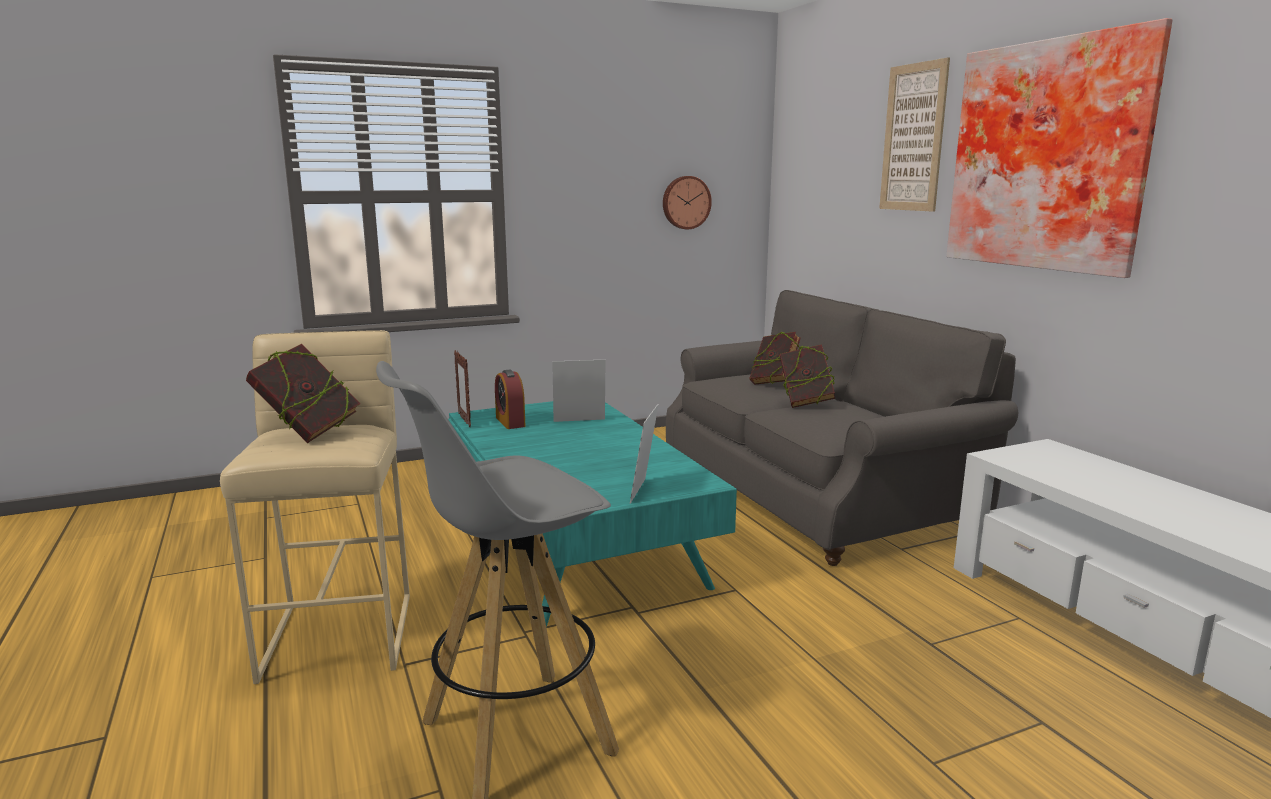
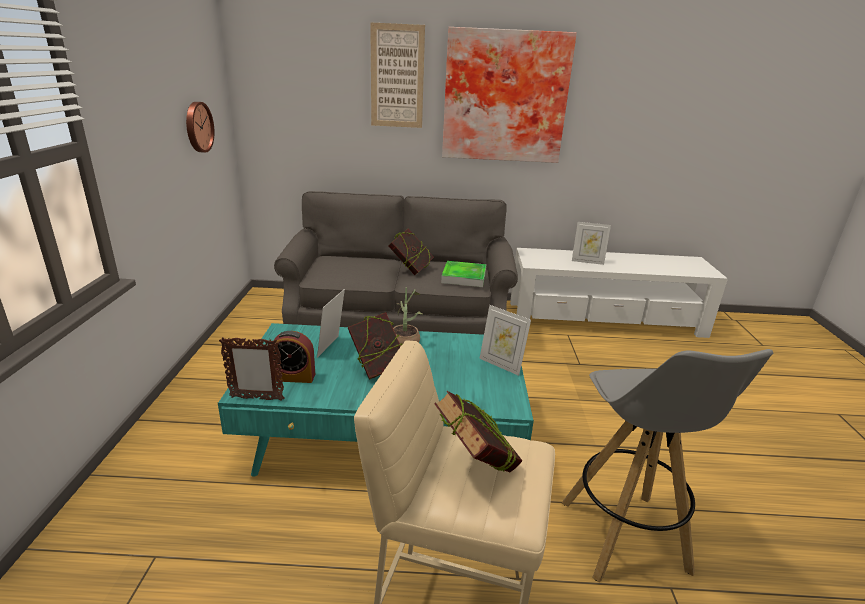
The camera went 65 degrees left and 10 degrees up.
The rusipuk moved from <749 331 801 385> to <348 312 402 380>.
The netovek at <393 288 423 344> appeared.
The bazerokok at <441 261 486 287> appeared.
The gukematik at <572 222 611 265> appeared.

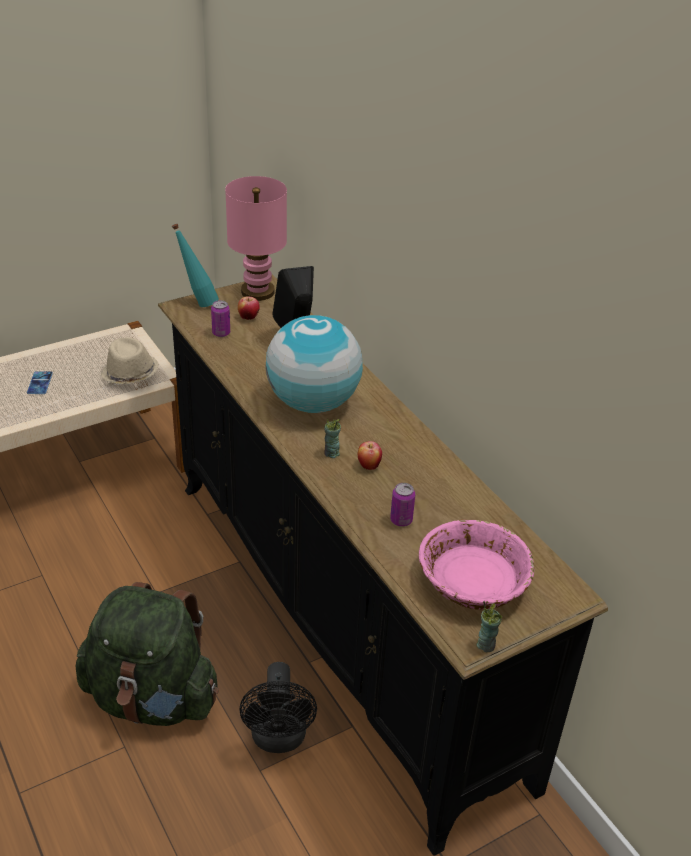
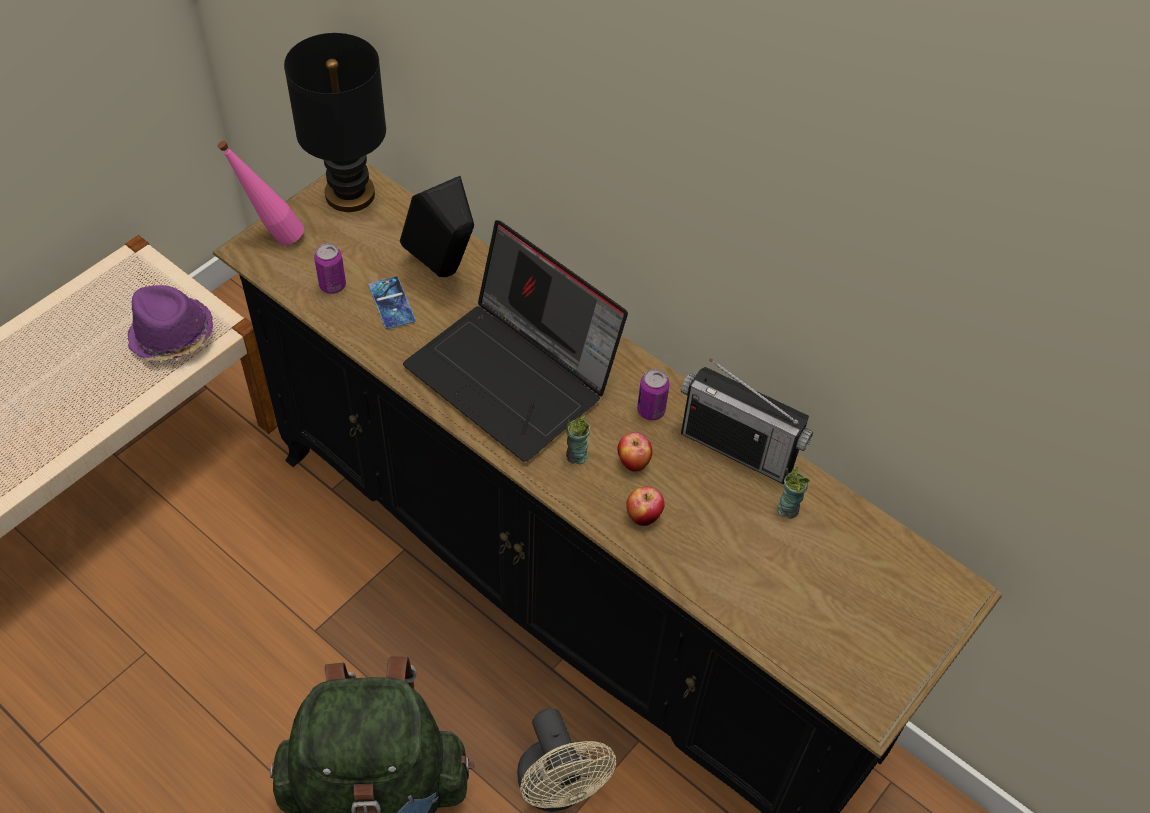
The camera went 20 degrees left and 15 degrees up.
The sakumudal moved from <27 371 53 394> to <369 276 415 329>.
The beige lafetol at <101 338 159 384> became the purple lafetol at <127 285 213 361>.
The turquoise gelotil at <172 224 219 307> became the pink gelotil at <217 141 304 245>.
The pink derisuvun at <225 176 287 301> became the black derisuvun at <284 33 386 212>.
The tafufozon moved from <238 296 260 320> to <626 486 665 526>.
The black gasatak at <239 662 317 753> became the beige gasatak at <517 708 616 812>.
The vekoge at <266 315 363 413> was replaced by the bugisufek at <403 220 628 462>.
The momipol moved from <390 483 415 527> to <637 369 669 420>.
The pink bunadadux at <419 519 535 610> disappeared.
The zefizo moved from <476 601 502 652> to <777 467 810 519>.
The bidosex at <681 358 813 484> appeared.

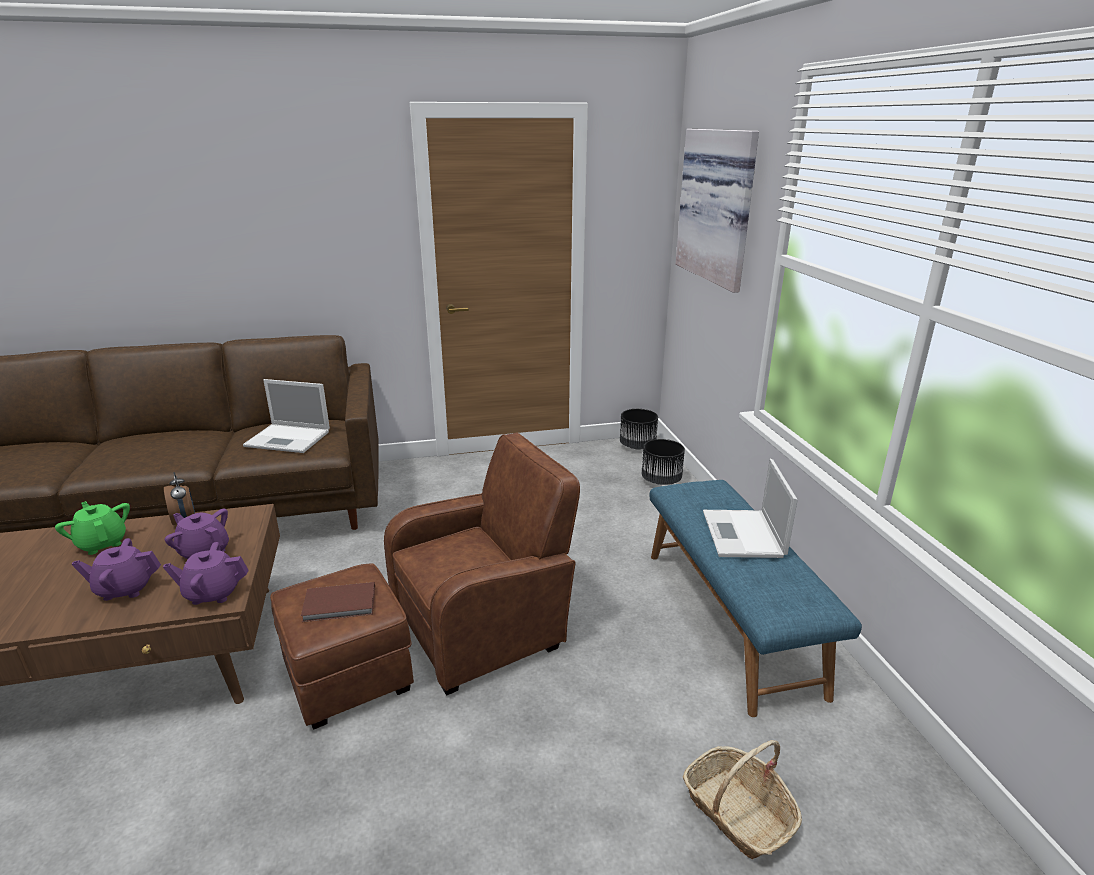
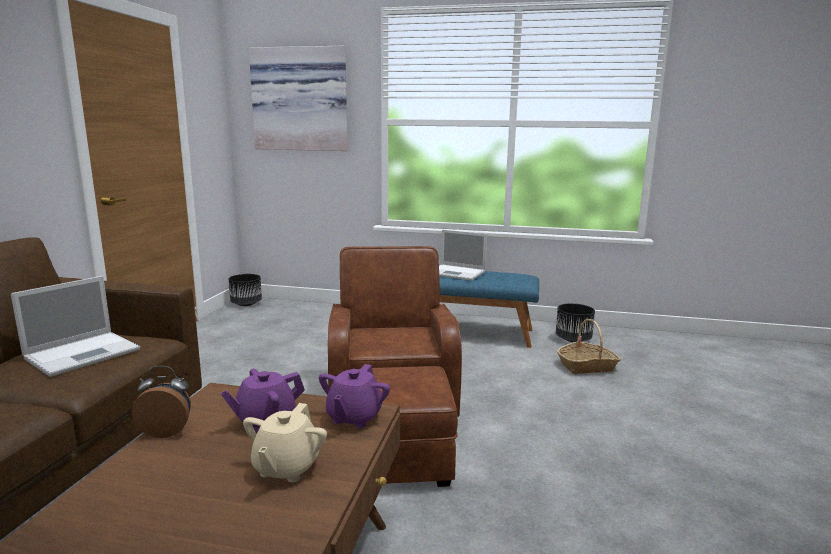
The camera went 65 degrees left and 10 degrees down.
The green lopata at <55 501 130 555> disappeared.
The purple lopata at <72 538 161 601> became the beige lopata at <243 403 327 482>.
The brown rusipuk at <301 582 375 622> disappeared.
The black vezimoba moved from <642 439 685 485> to <556 303 595 342>.

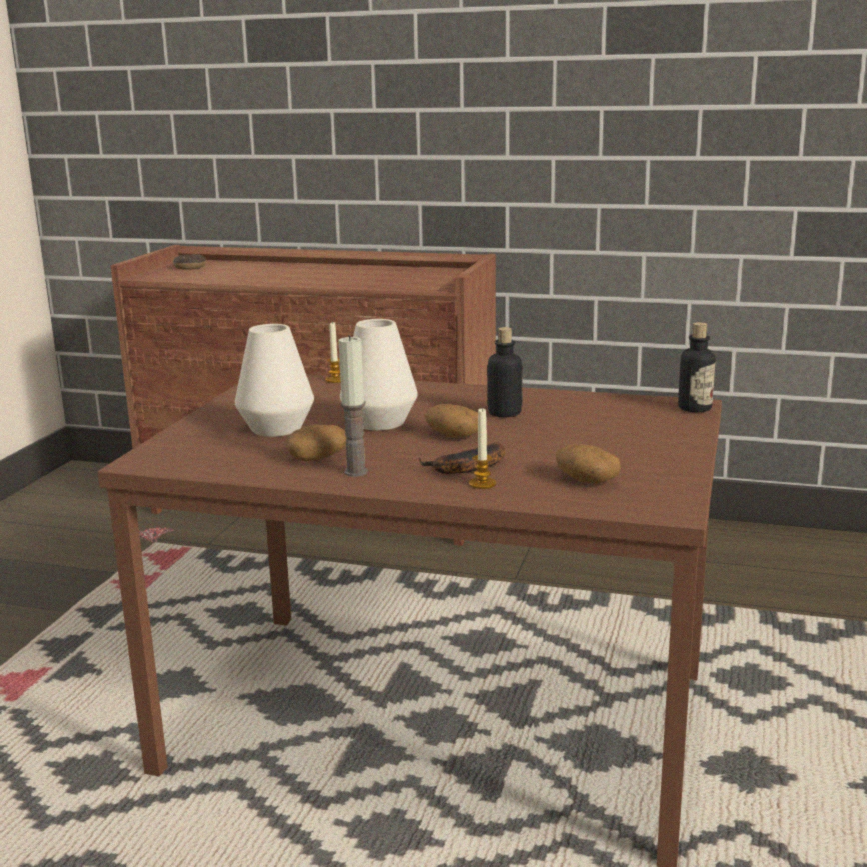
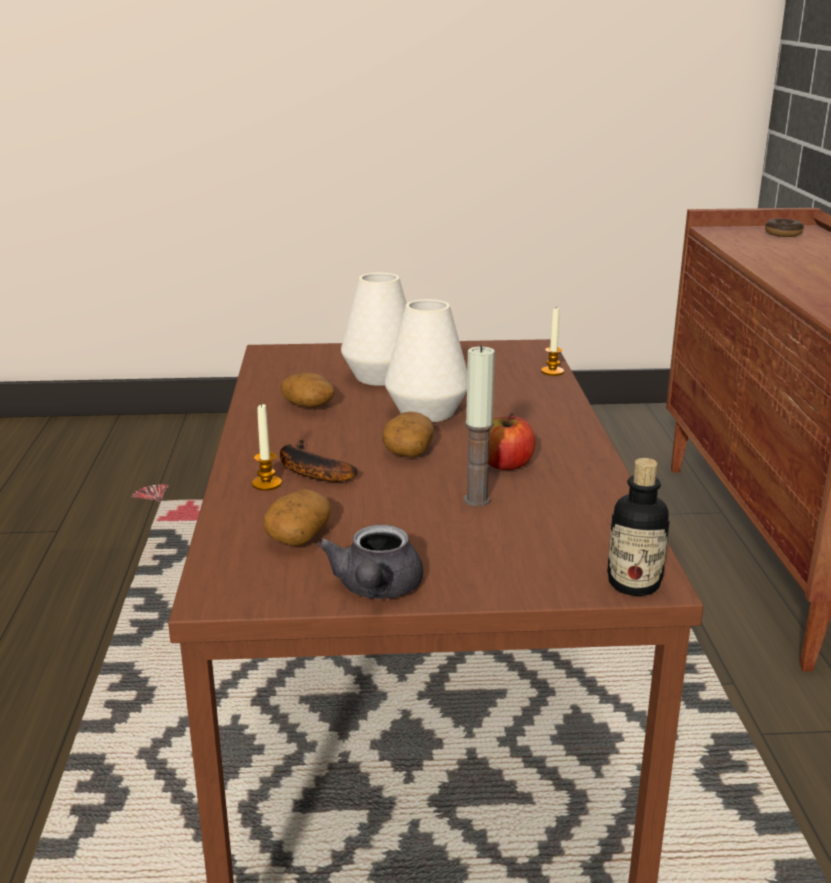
The camera went 70 degrees right and 5 degrees up.
The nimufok moved from <339 335 368 477> to <464 345 495 506>.
The gelotil at <487 327 523 417> was replaced by the tafufozon at <487 413 536 470>.
The grey lopata at <318 525 423 599> appeared.

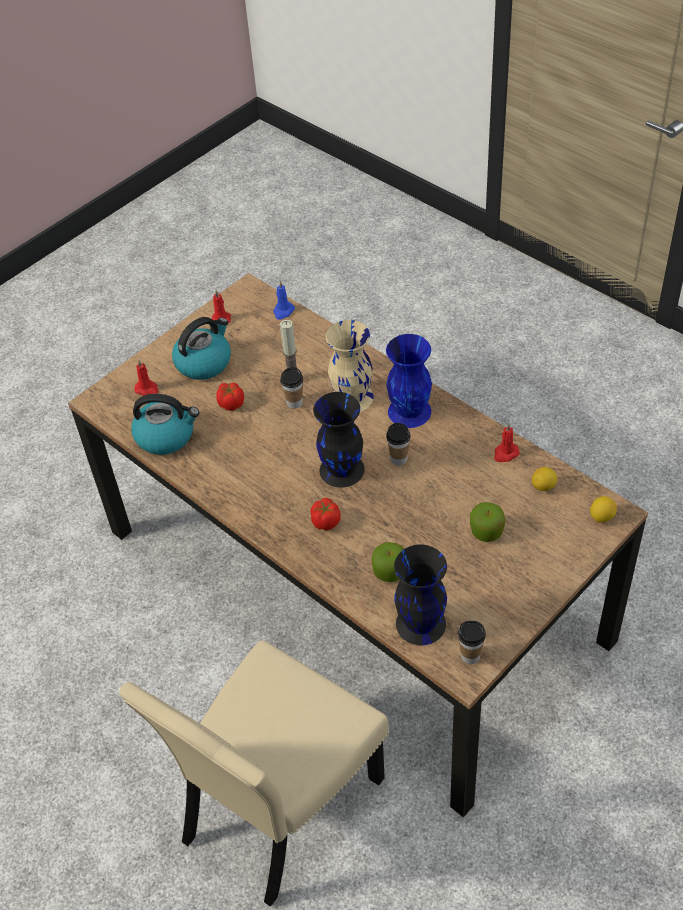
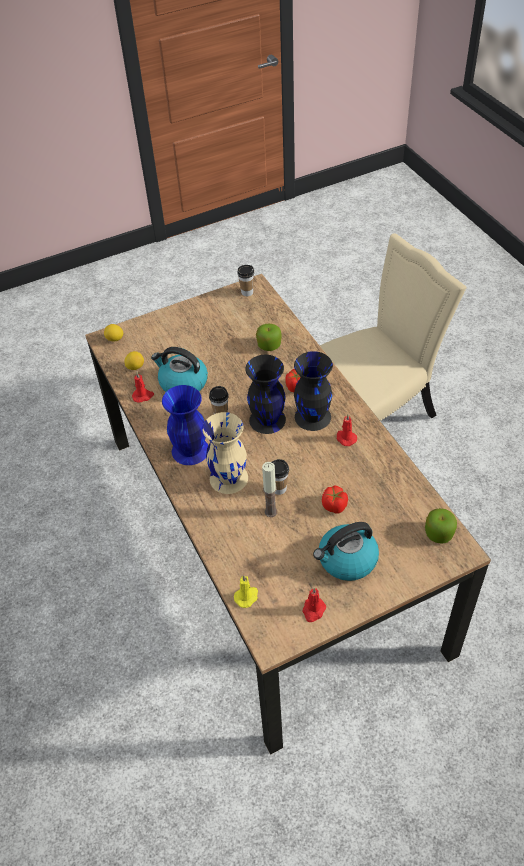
The camera went 160 degrees left and 0 degrees up.
The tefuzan moved from <131 394 199 455> to <151 347 208 392>.
The red nimufok moved from <134 360 158 396> to <336 414 357 446>.
The blue nimufok at <273 281 295 320> became the yellow nimufok at <234 575 258 608>.
The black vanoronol moved from <394 544 447 645> to <294 351 333 431>.
The tafufozon moved from <470 502 505 542> to <425 508 457 544>.

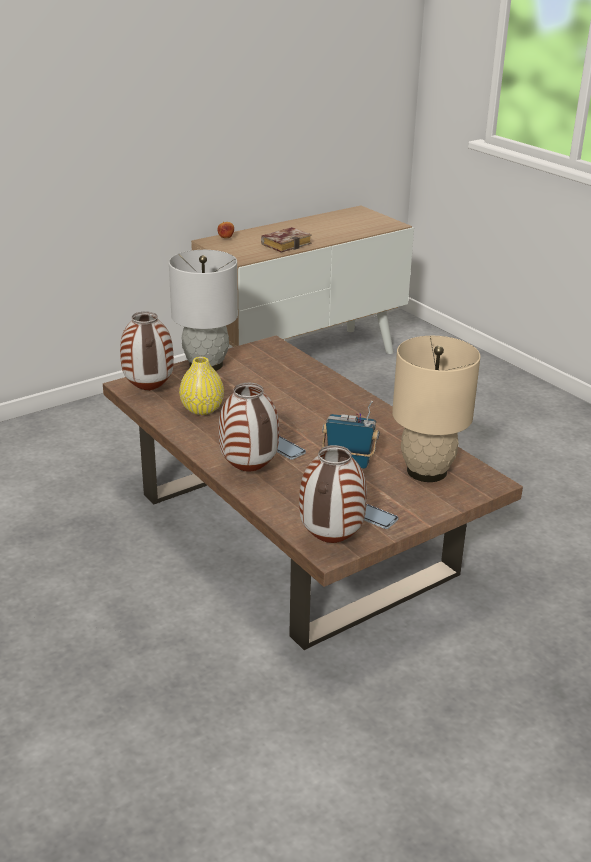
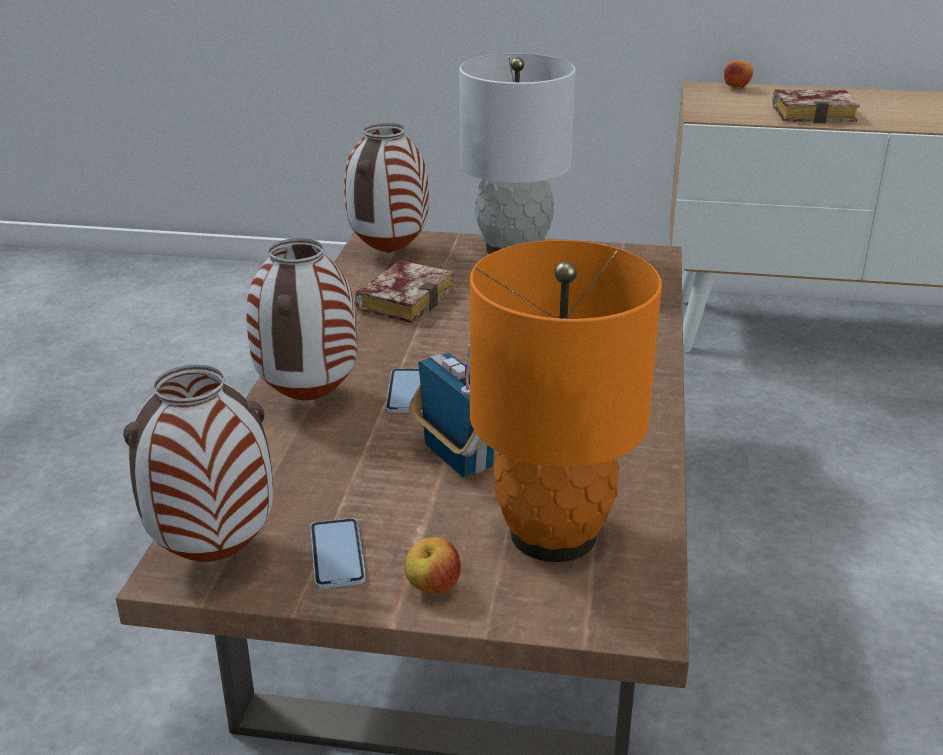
The camera went 45 degrees right and 0 degrees up.
The yellow vanoronol at <179 357 224 415> was replaced by the rusipuk at <355 260 453 323>.
The beige derisuvun at <392 336 480 482> became the orange derisuvun at <470 240 662 562>.
The tafufozon at <404 537 461 594> appeared.

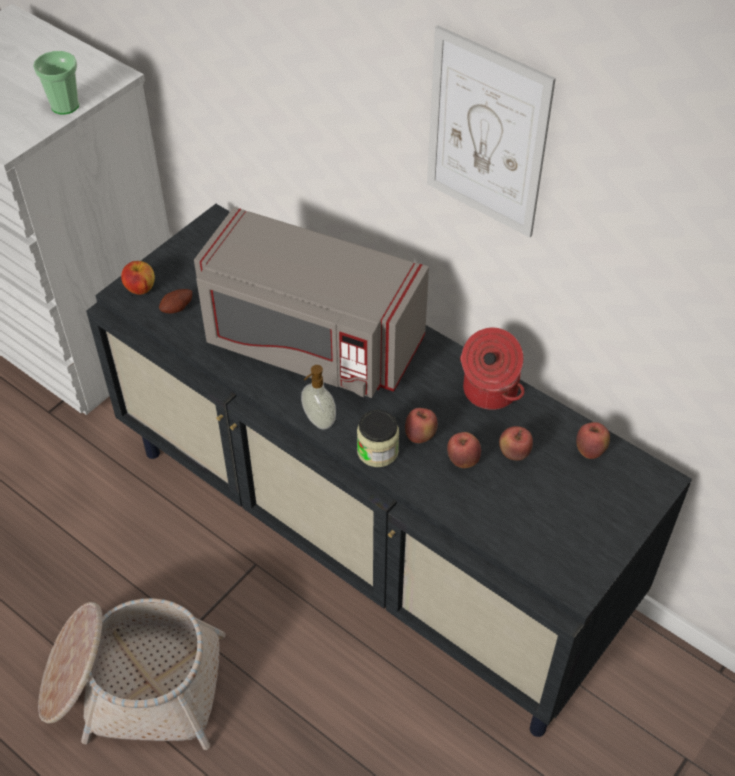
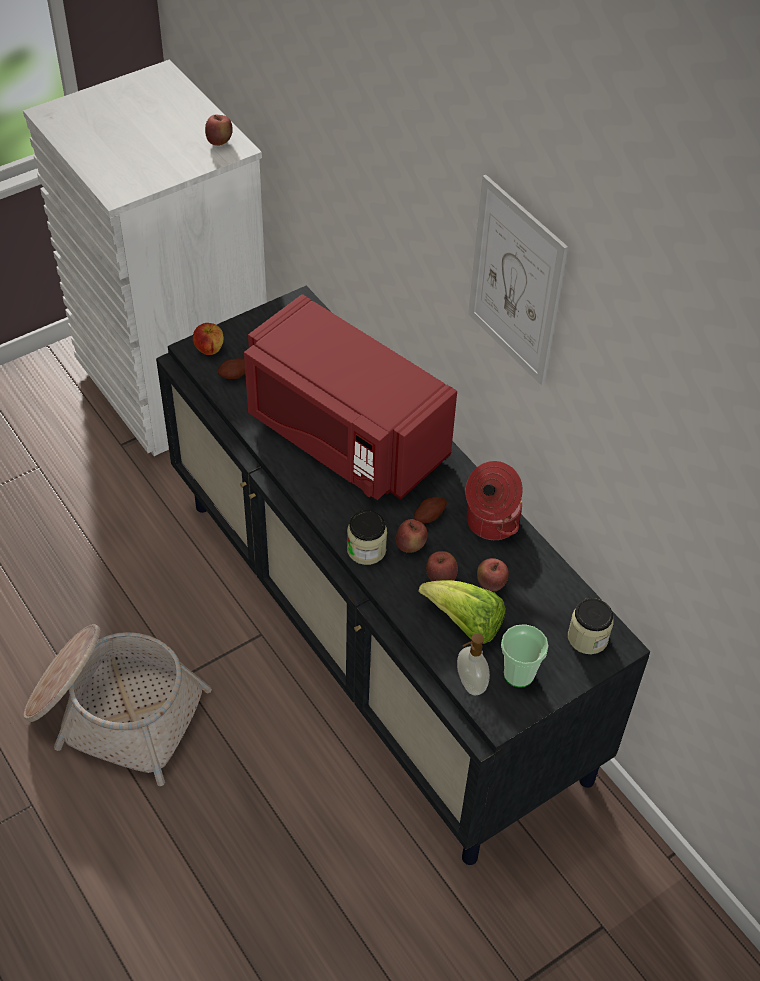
The camera went 15 degrees right and 0 degrees up.
The zefizo moved from <33 51 79 114> to <501 624 549 688>.
The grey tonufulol at <194 207 429 398> became the red tonufulol at <244 294 457 500>.
The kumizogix moved from <301 365 336 430> to <457 633 490 695>.
The tafufozon moved from <576 422 610 459> to <205 115 233 146>.
The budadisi at <414 497 447 523> appeared.
The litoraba at <419 580 505 644> appeared.
The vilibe at <568 598 614 654> appeared.

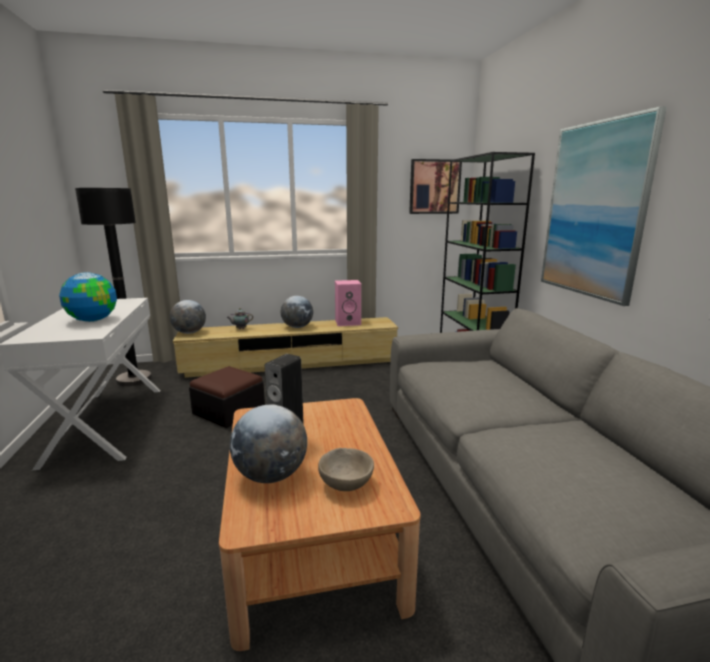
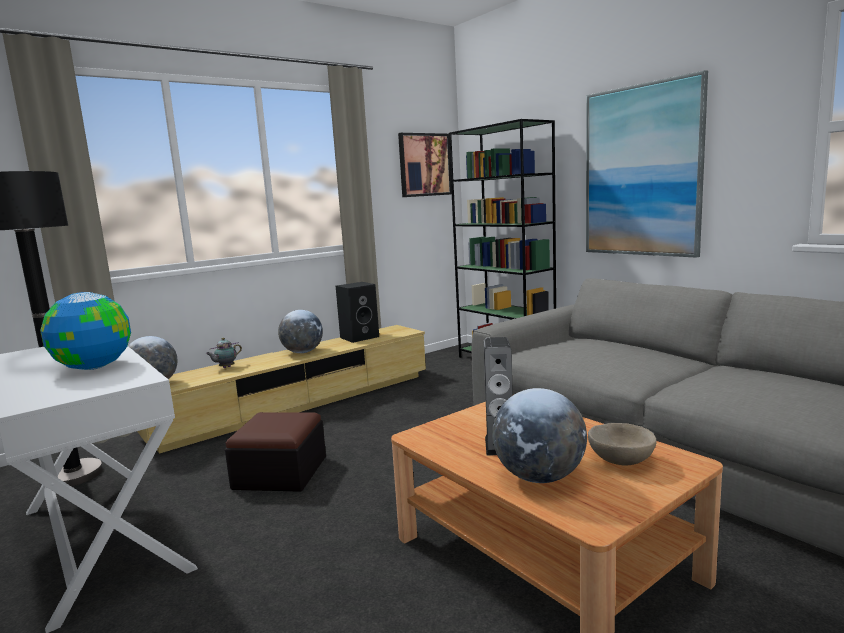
The camera went 25 degrees left and 5 degrees down.
The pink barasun at <335 280 361 326> became the black barasun at <336 282 379 343>.

